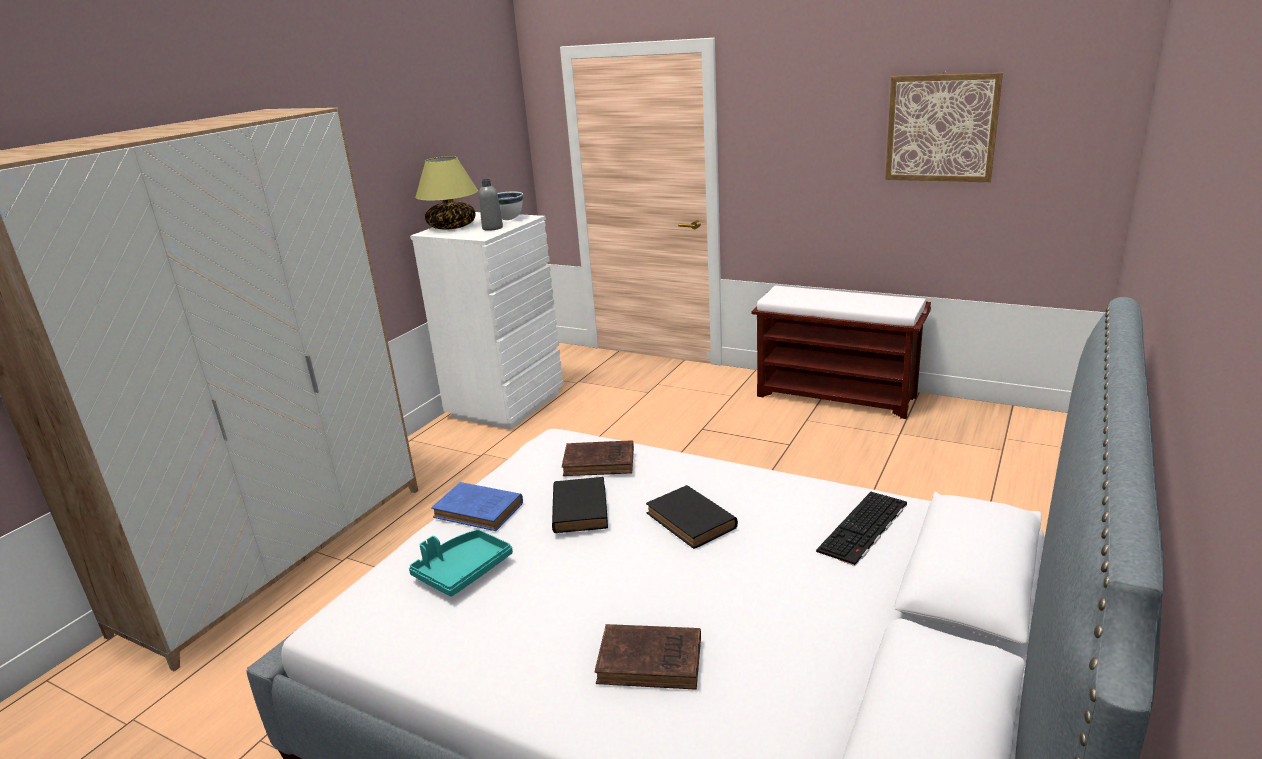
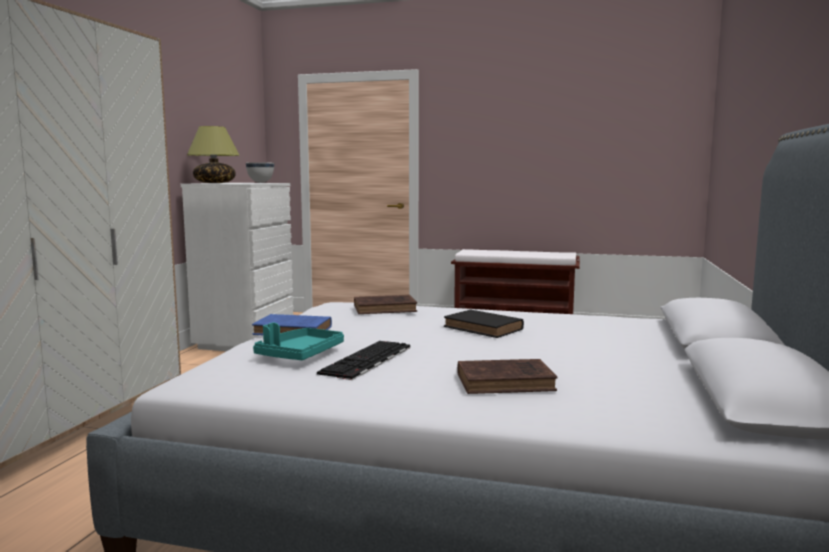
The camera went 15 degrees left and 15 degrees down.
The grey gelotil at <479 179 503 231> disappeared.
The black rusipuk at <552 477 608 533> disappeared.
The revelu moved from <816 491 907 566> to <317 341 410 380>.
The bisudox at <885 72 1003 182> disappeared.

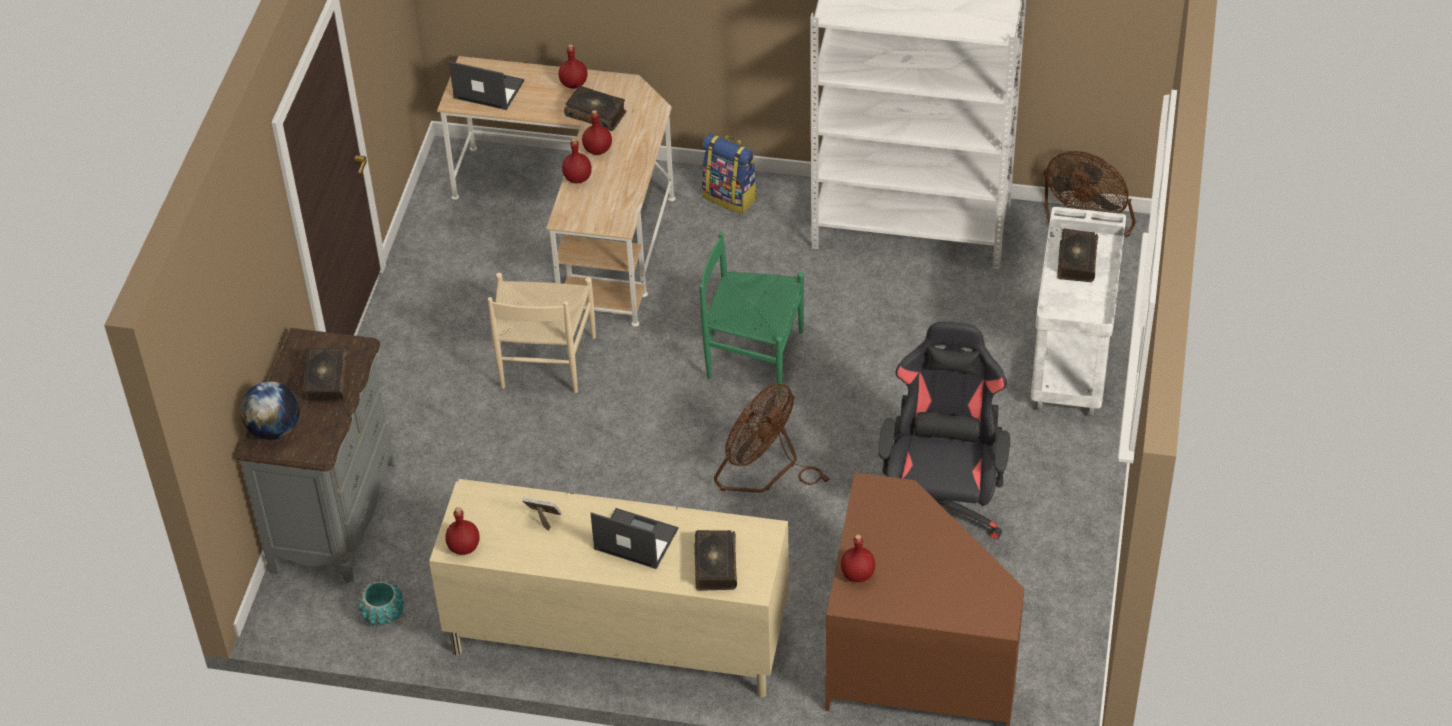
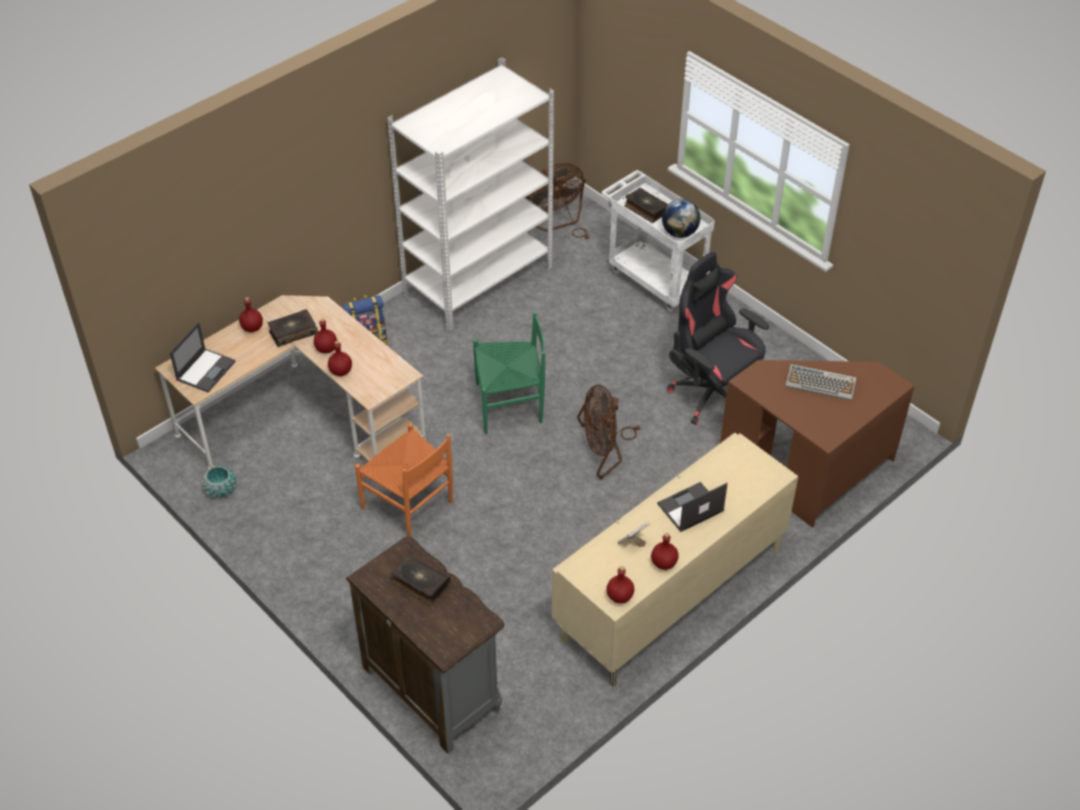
The camera went 55 degrees left and 0 degrees up.
The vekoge moved from <240 381 300 440> to <662 199 700 238>.
The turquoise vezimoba moved from <358 580 404 626> to <202 465 236 498>.
The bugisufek at <449 61 524 110> turned 150 degrees clockwise.
The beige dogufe at <488 273 596 393> became the orange dogufe at <355 423 453 537>.
The rusipuk at <695 530 737 591> disappeared.
The green dogufe at <700 232 804 398> turned 150 degrees counterclockwise.
The red gelotil moved from <841 534 875 582> to <651 533 679 570>.
The revelu at <785 364 856 401> appeared.

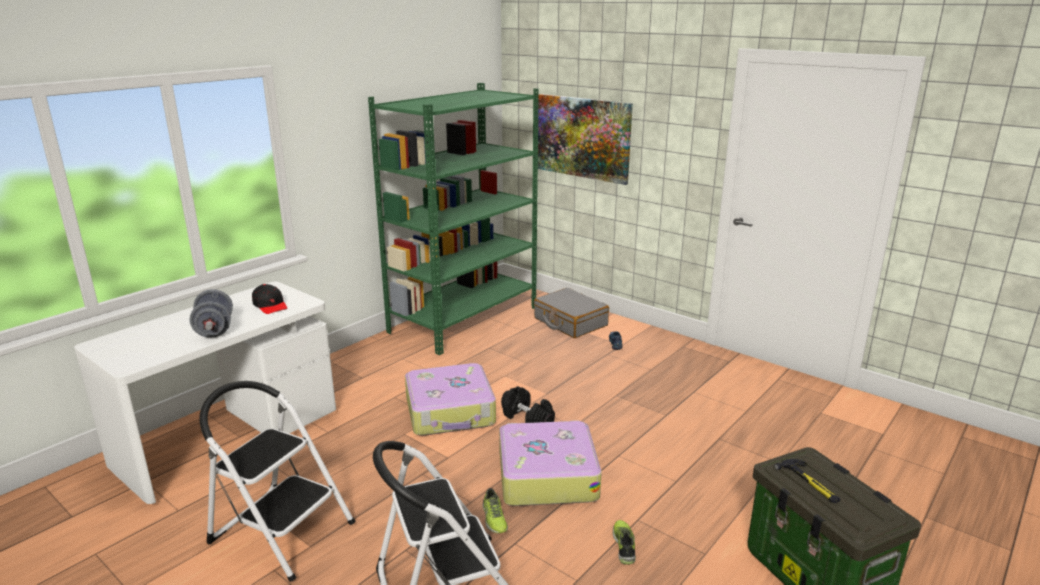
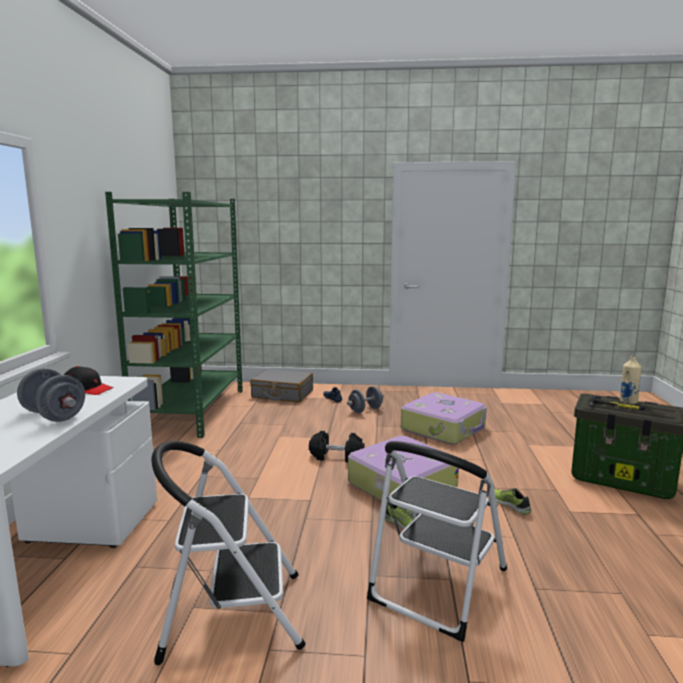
The camera went 35 degrees left and 10 degrees down.
The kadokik moved from <405 363 496 436> to <401 392 487 445>.
The bisudox at <535 94 633 185> disappeared.
The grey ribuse at <347 386 384 413> appeared.
The beige gelotil at <620 355 642 404> appeared.

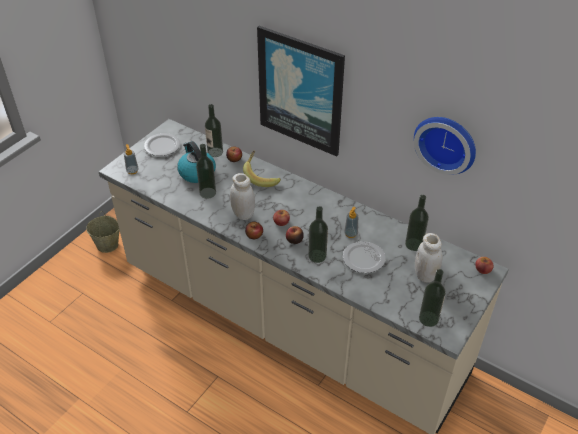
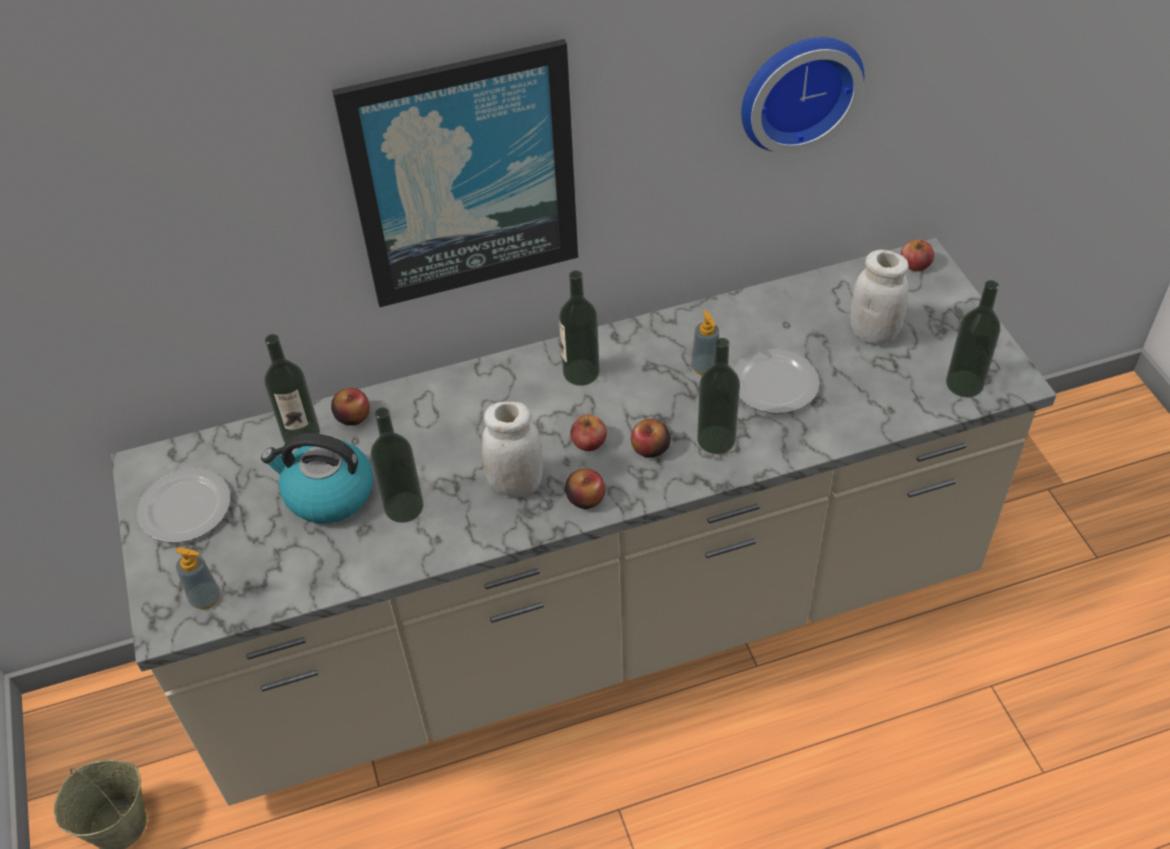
The camera went 50 degrees left and 5 degrees up.
The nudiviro at <243 150 281 187> disappeared.
The gelotil moved from <405 195 429 251> to <559 270 600 386>.

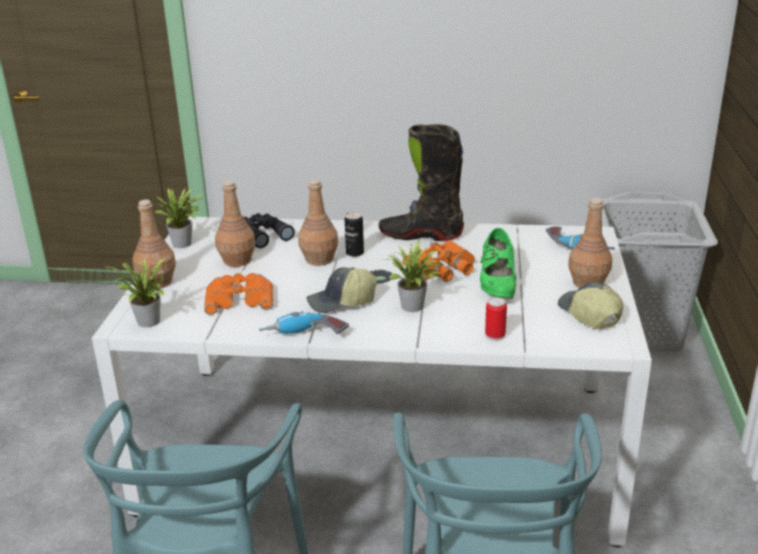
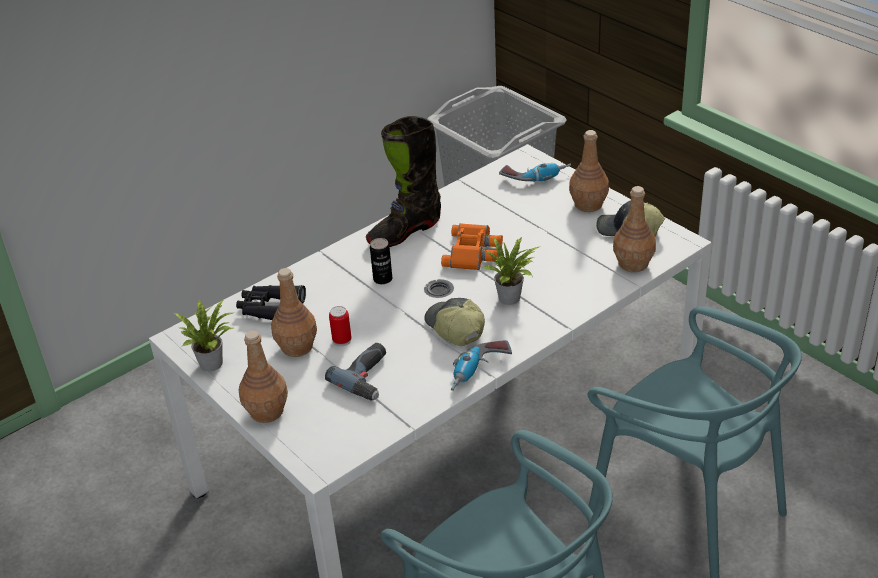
The camera went 45 degrees left and 10 degrees up.
The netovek at <108 258 165 327> disappeared.
The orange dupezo at <204 273 273 315> was replaced by the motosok at <325 343 386 401>.
The brown gelotil moved from <298 179 338 266> to <613 186 656 272>.
The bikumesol at <306 267 377 313> turned 120 degrees clockwise.
The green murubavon at <480 228 516 299> disappeared.
The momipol moved from <485 297 507 341> to <329 306 351 346>.

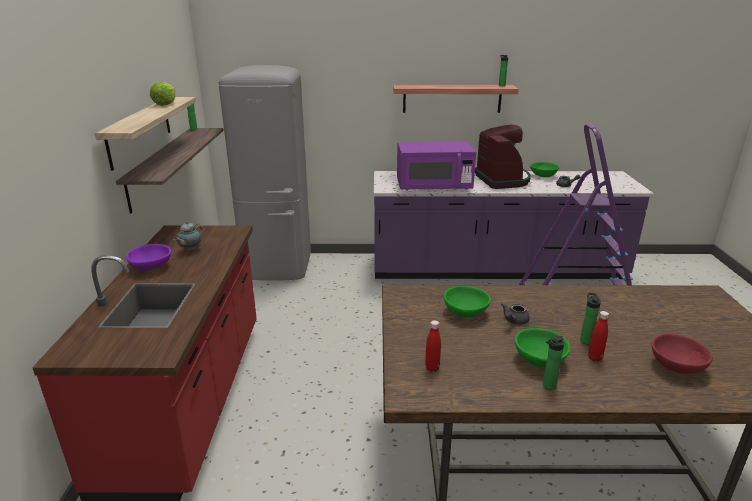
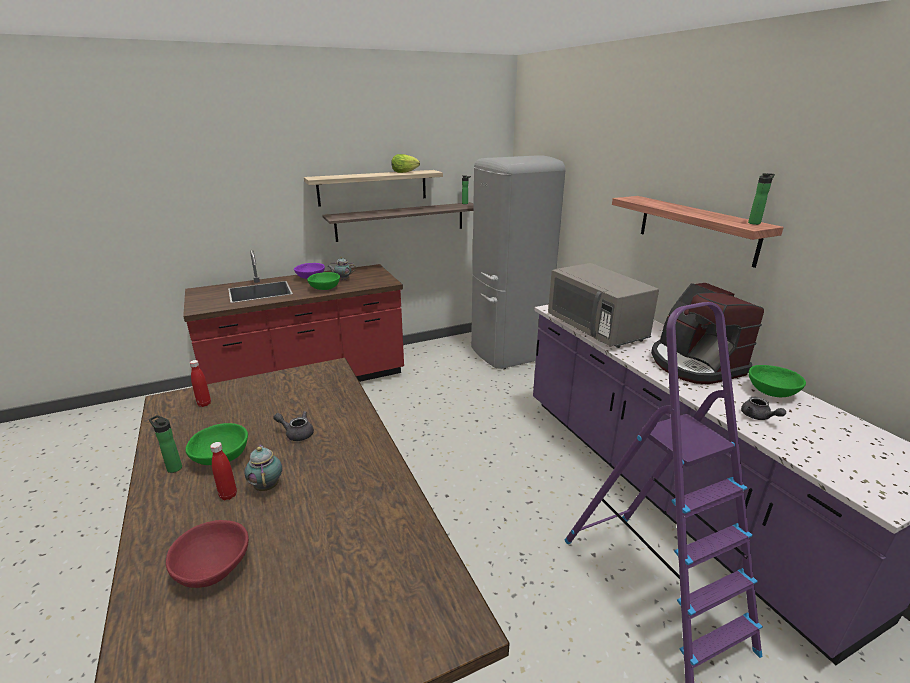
The camera went 65 degrees right and 0 degrees up.
The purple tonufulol at <397 142 476 191> became the grey tonufulol at <548 263 659 348>.
The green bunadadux moved from <444 286 491 318> to <307 272 340 290>.
The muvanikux at <475 125 531 189> turned 105 degrees clockwise.
The gelotil at <580 293 601 344> was replaced by the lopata at <244 444 282 491>.

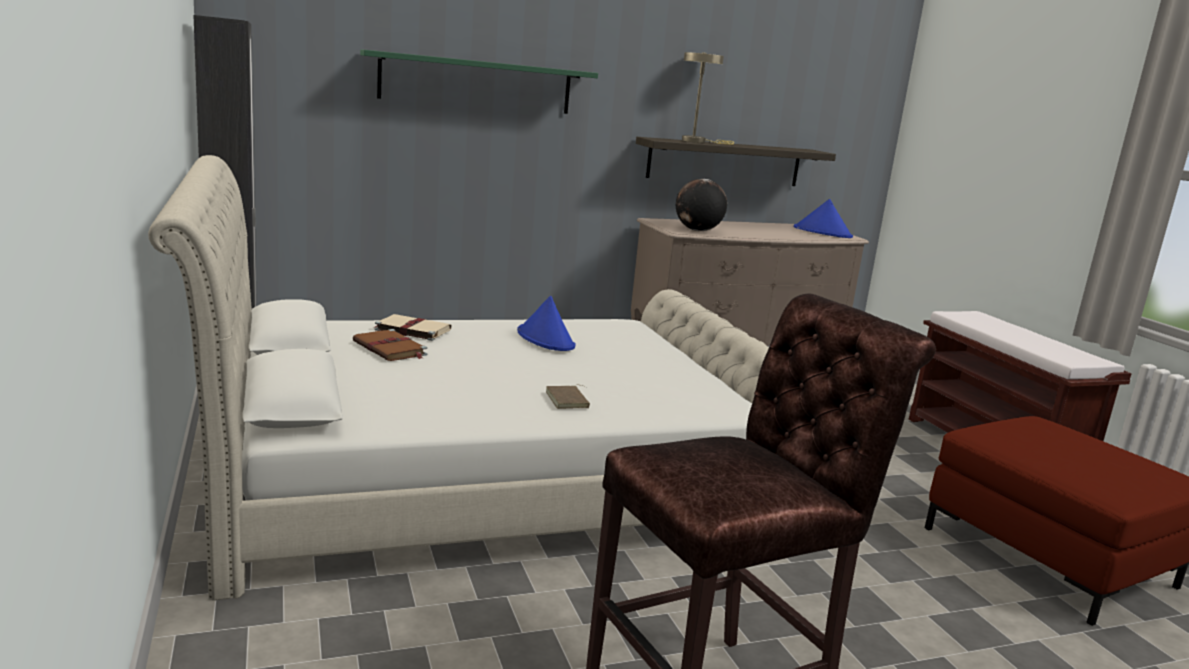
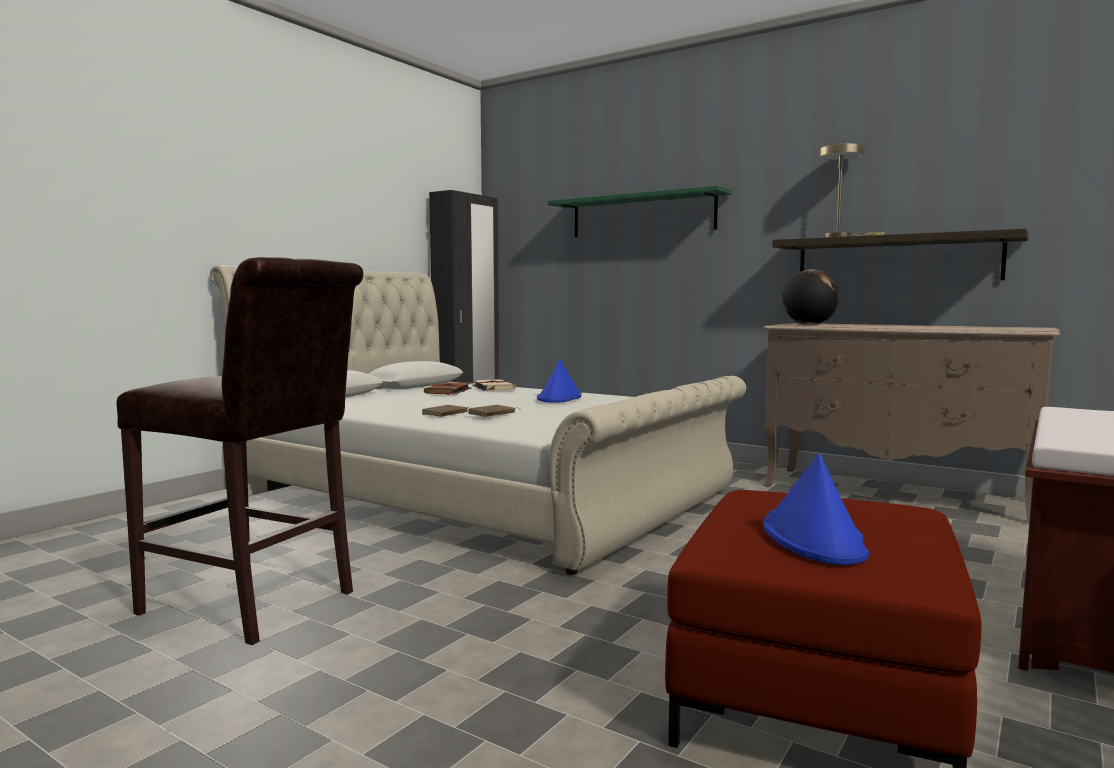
The camera went 55 degrees right and 10 degrees down.
The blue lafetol moved from <794 199 853 238> to <763 453 870 565>.
The brown rusipuk at <468 405 519 417> appeared.

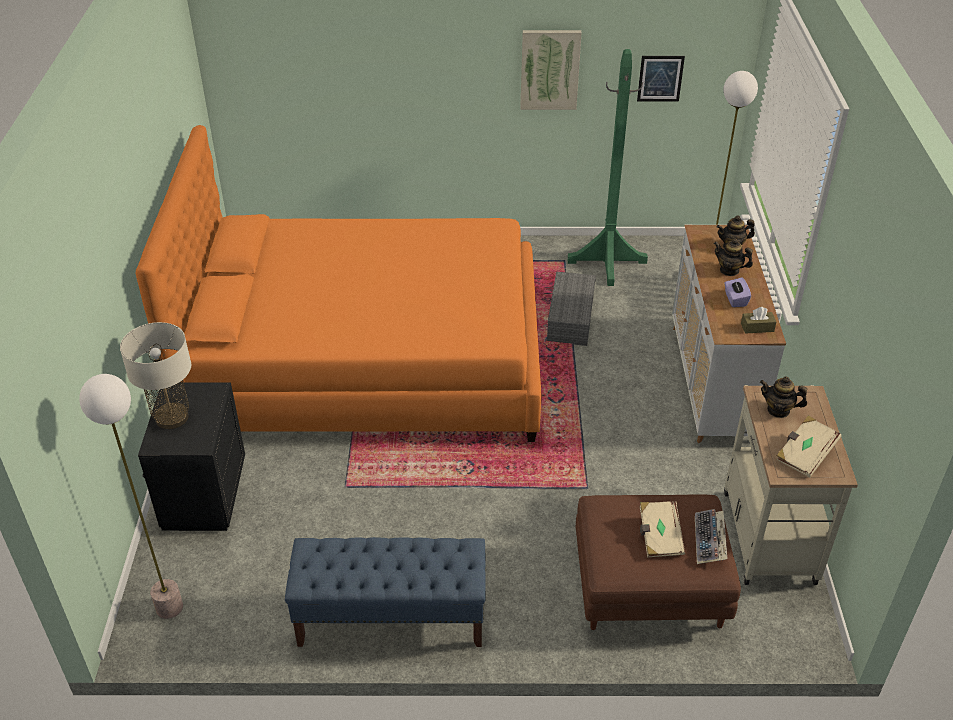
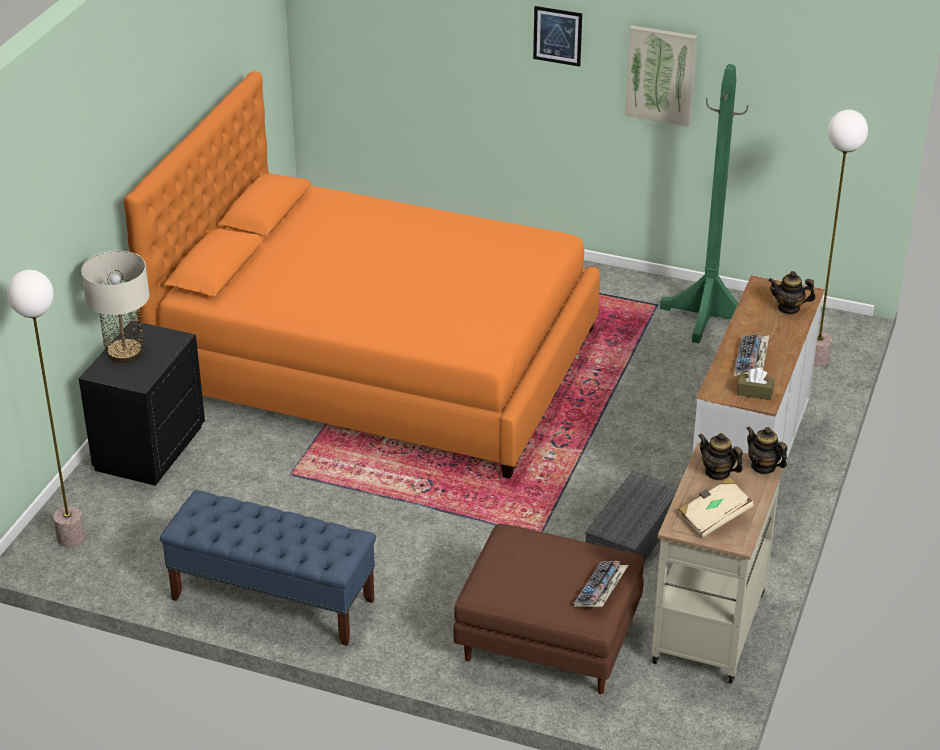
The camera went 20 degrees right and 5 degrees down.
The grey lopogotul moved from <547 272 596 346> to <585 471 679 562>.
The bisudox moved from <637 56 685 102> to <533 6 582 67>.
The beige rusipuk at <640 501 685 557> disappeared.
The lopata moved from <714 238 753 276> to <747 426 787 474>.
The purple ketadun at <724 278 751 307> was replaced by the revelu at <734 333 770 376>.

